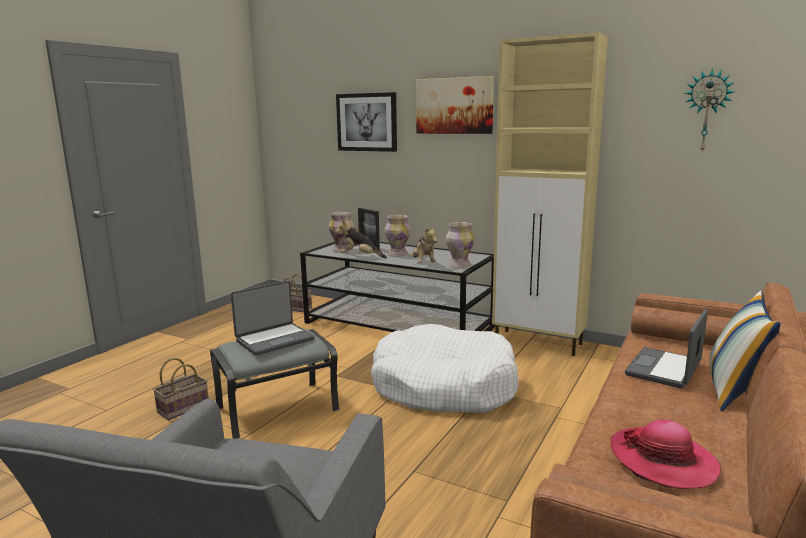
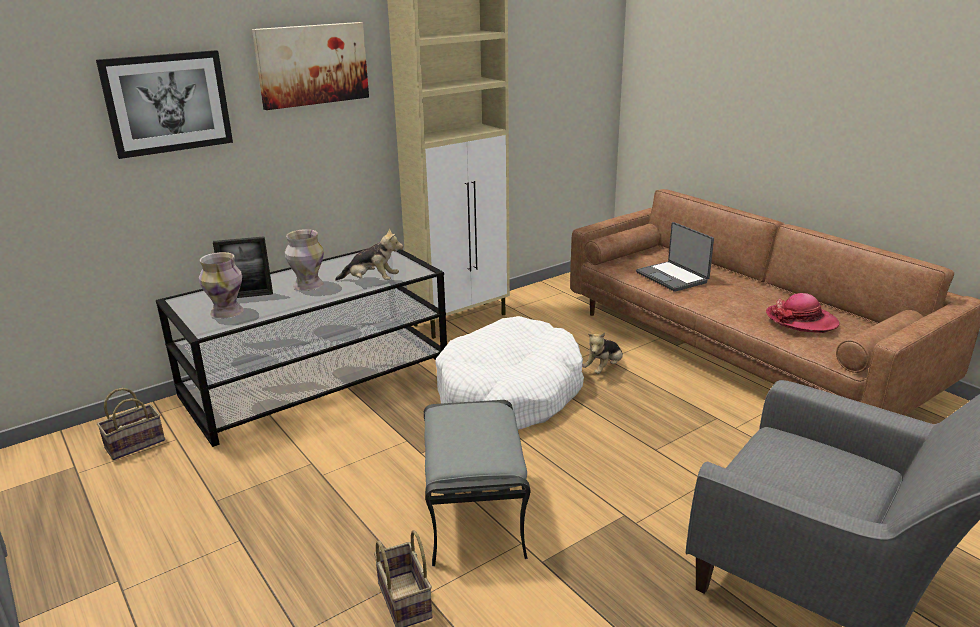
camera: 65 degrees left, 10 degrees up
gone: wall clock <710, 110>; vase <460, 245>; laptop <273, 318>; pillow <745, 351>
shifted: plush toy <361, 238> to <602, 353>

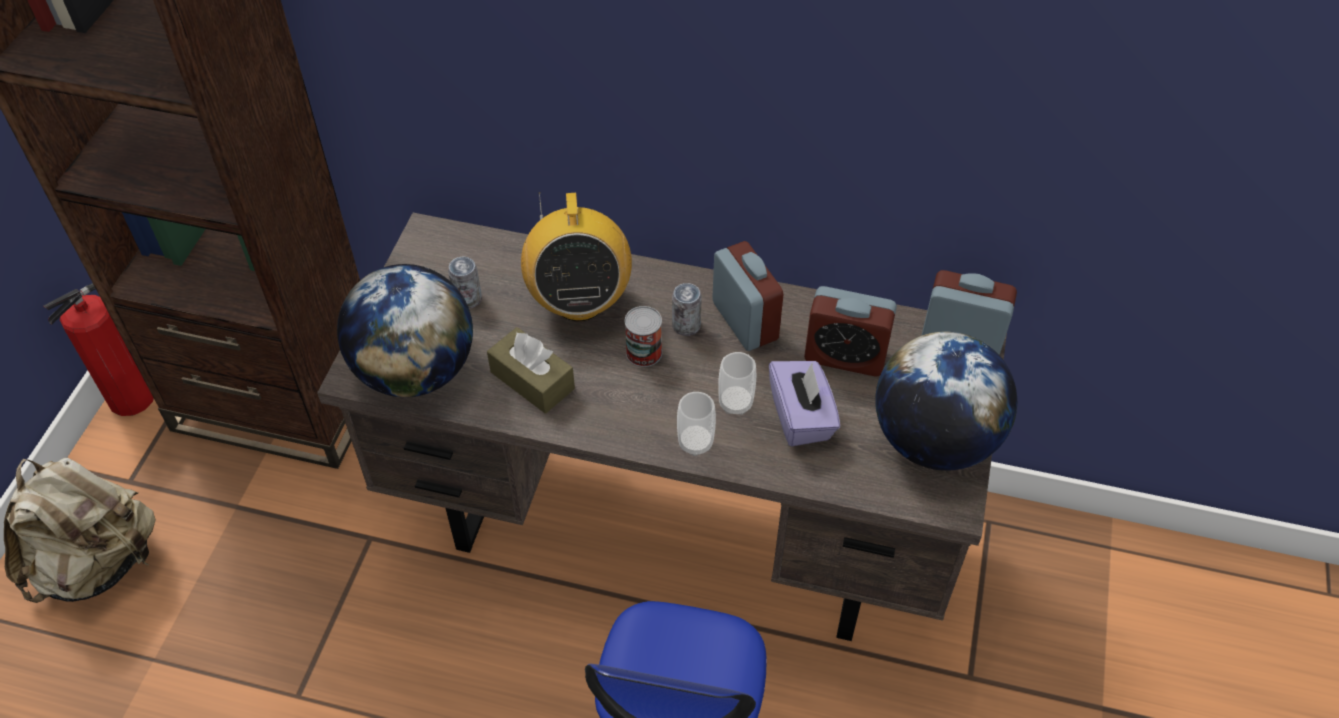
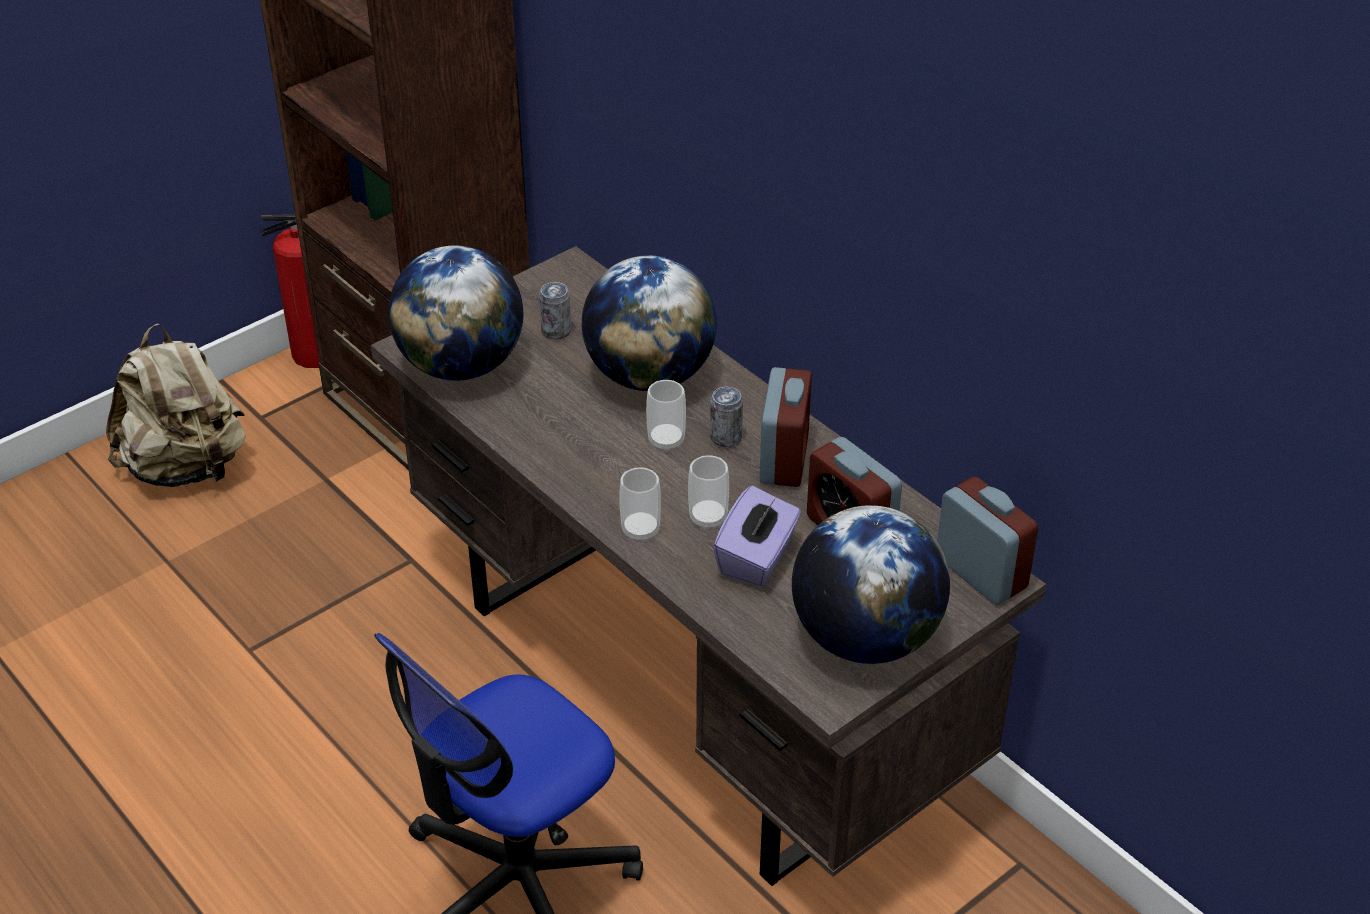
camera: 35 degrees right, 10 degrees down
gone: brown tissue box <531, 370>
swapped: radio <576, 257> to globe <649, 323>; can <643, 336> to cup <666, 416>

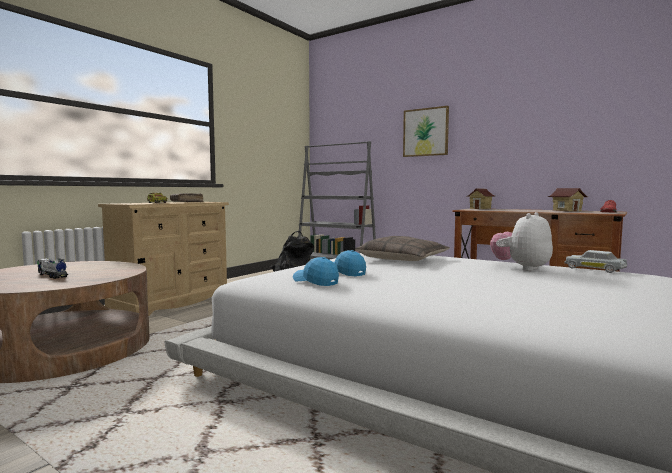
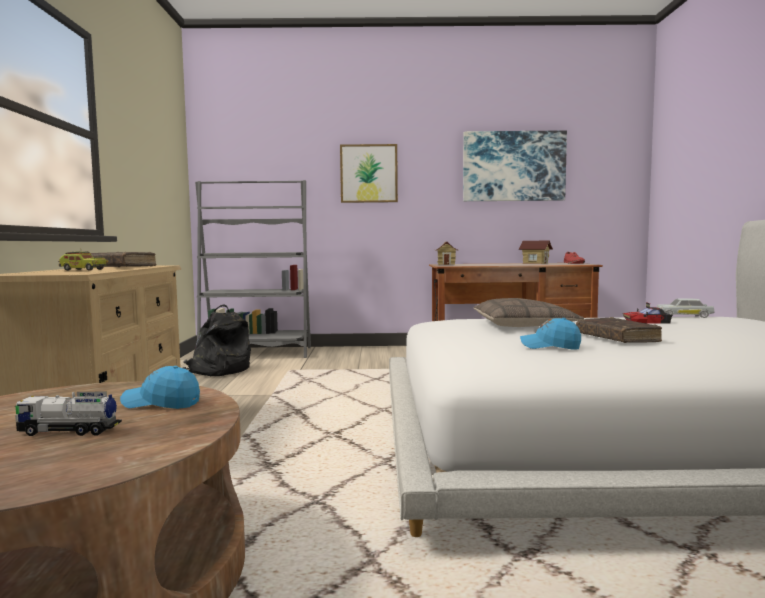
camera: 35 degrees left, 0 degrees up
new: picture <515, 165>; brown book <619, 330>
shifted: blue cap <316, 271> to <160, 387>
swapped: plush toy <521, 241> to toy car <647, 313>

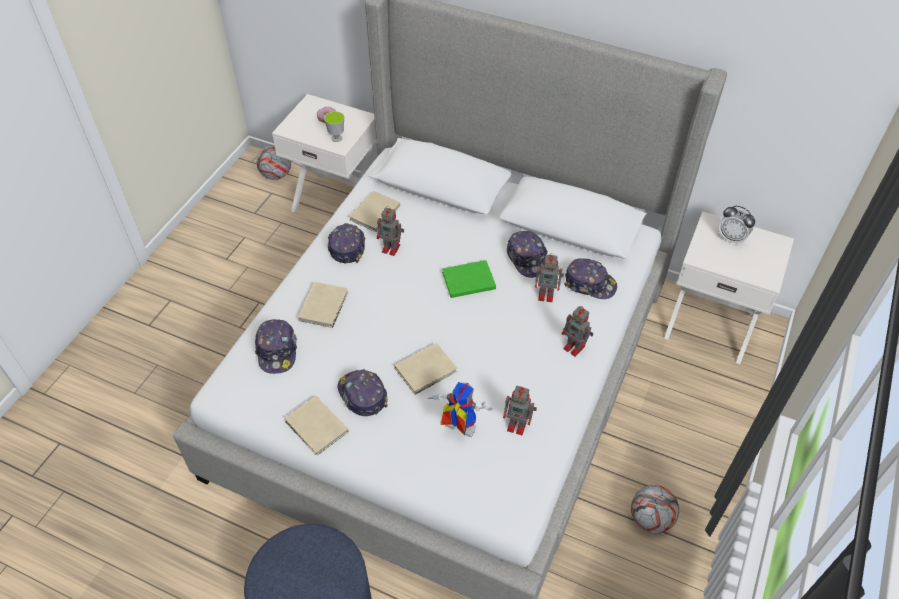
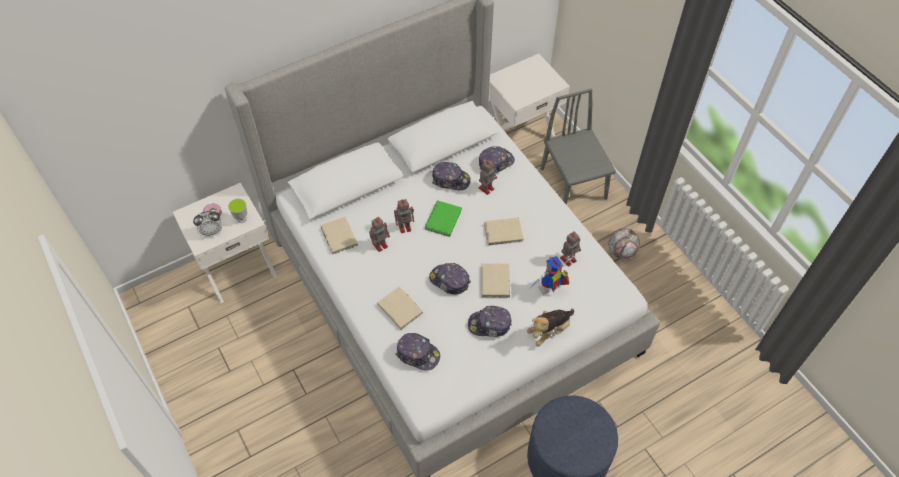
camera: 55 degrees left, 5 degrees up
gone: football <274, 162>
new: grey chair <578, 146>; plush toy <550, 328>
shifted: alarm clock <737, 225> to <207, 224>; cap <347, 243> to <450, 279>; toy robot <577, 331> to <404, 216>; beige book <316, 426> to <504, 231>

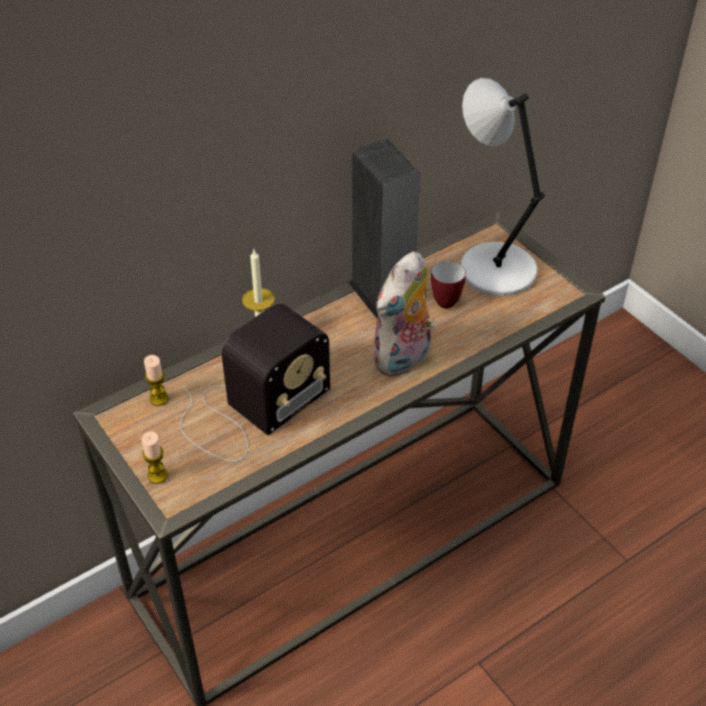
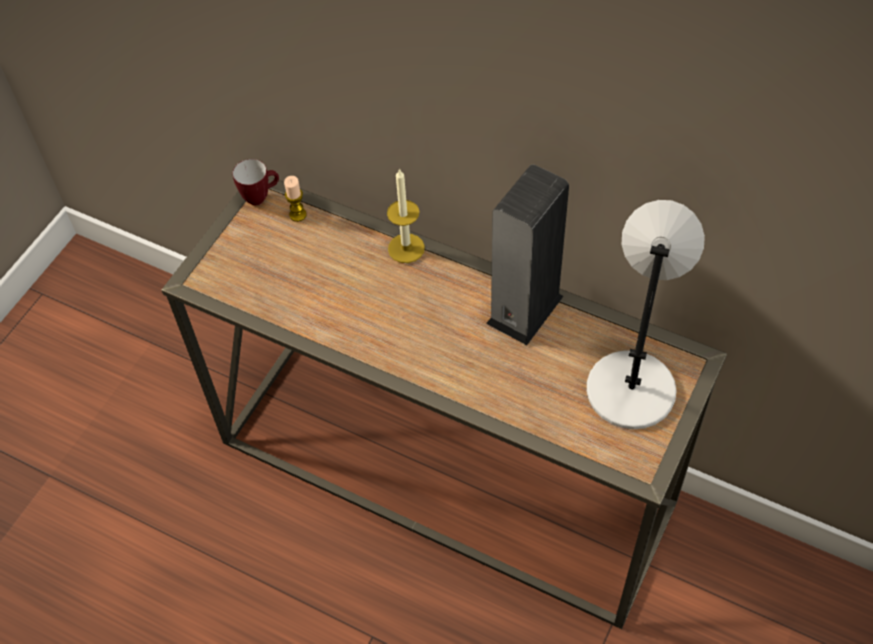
camera: 65 degrees right, 10 degrees up
gone: plush toy <403, 314>; radio <255, 382>; candle <154, 457>
shifted: mug <448, 285> to <256, 182>

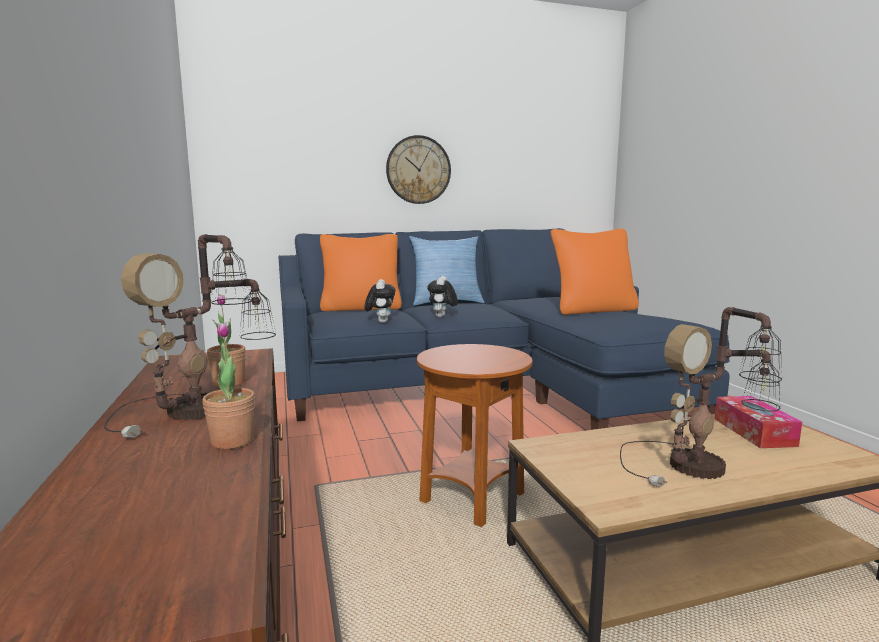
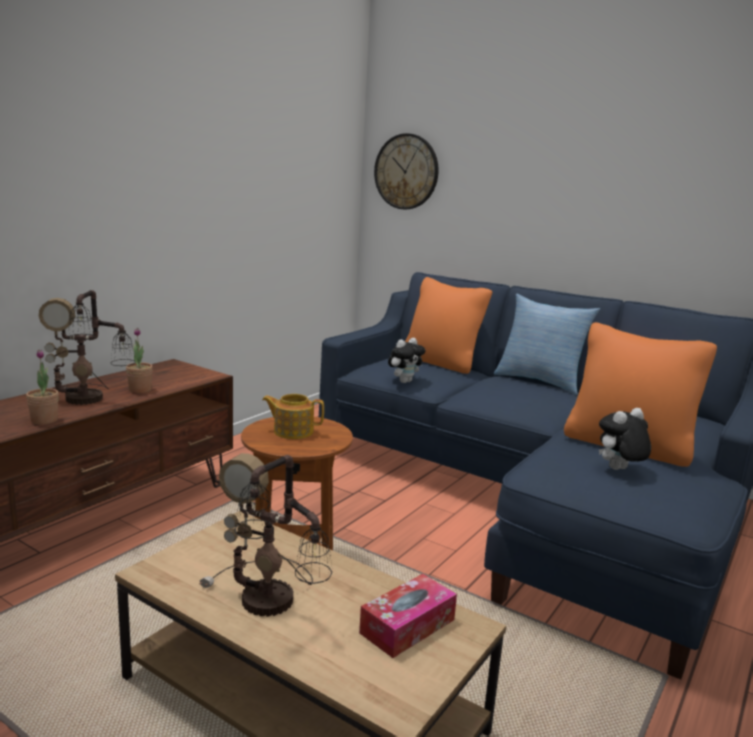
camera: 50 degrees right, 5 degrees up
new: teapot <293, 416>
shifted: wall clock <418, 169> to <406, 171>; plush toy <442, 296> to <625, 439>

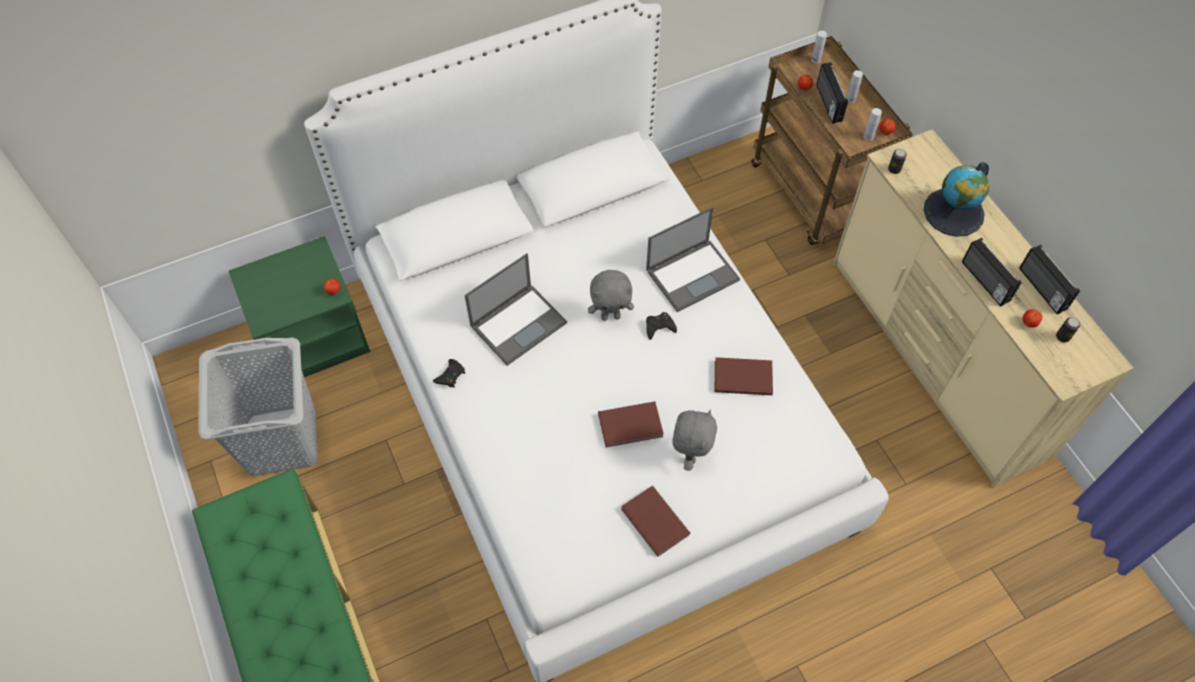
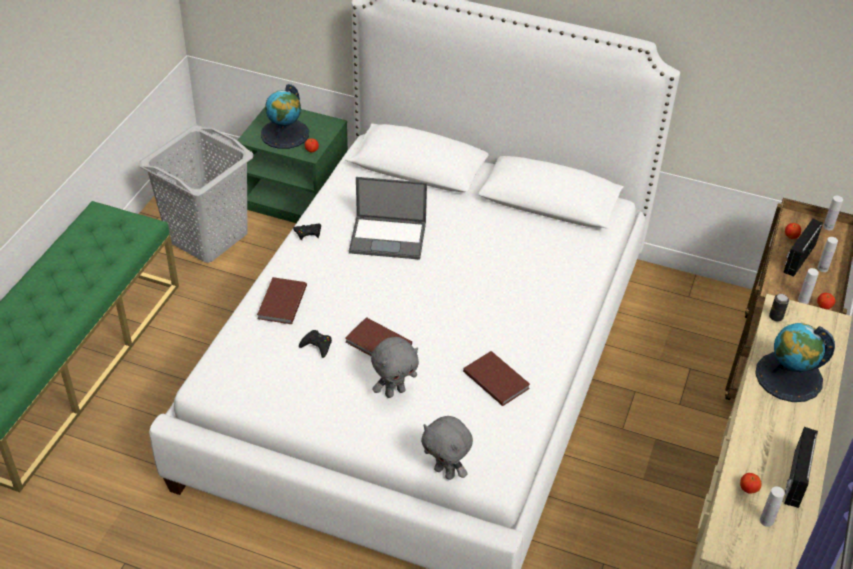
camera: 45 degrees right, 15 degrees down
gone: laptop <693, 259>; radio <992, 272>
new: globe <285, 116>
shifted: grey plush toy <611, 295> to <447, 448>; black game controller <661, 326> to <315, 344>; brown book <655, 521> to <282, 300>
swapped: can <1068, 330> to white bottle <772, 506>

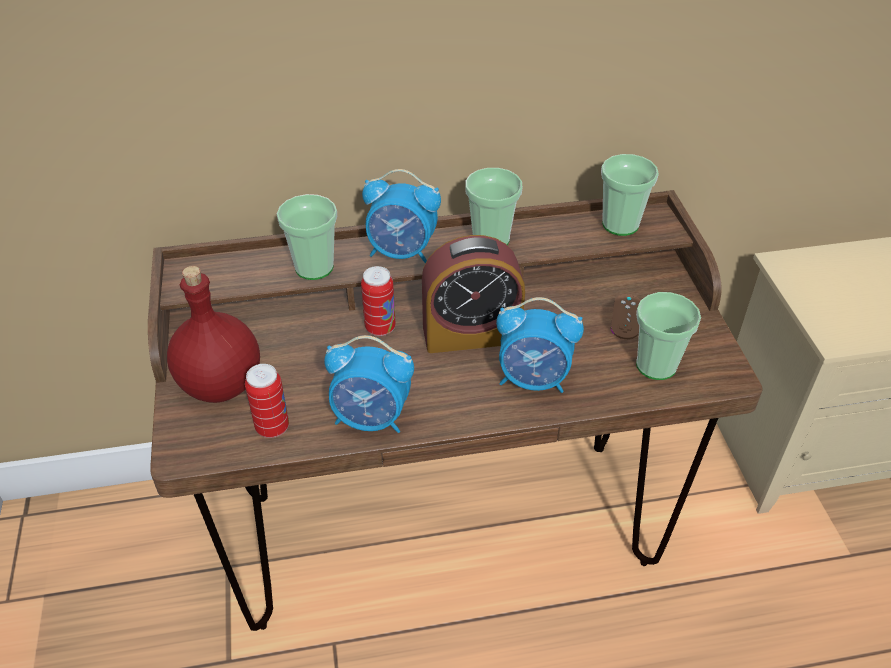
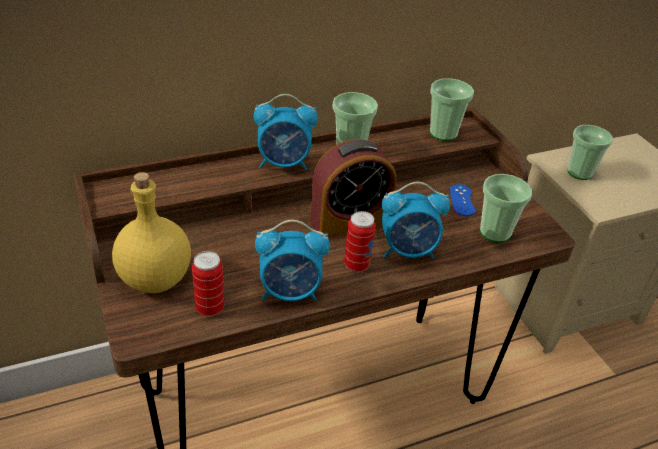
camera: 15 degrees left, 5 degrees down
shifted: cup <307, 237> to <590, 152>; can <378, 301> to <360, 241>
repainted: red bottle <213, 334> to yellow bottle <151, 232>; brown game controller <626, 316> to blue game controller <463, 200>

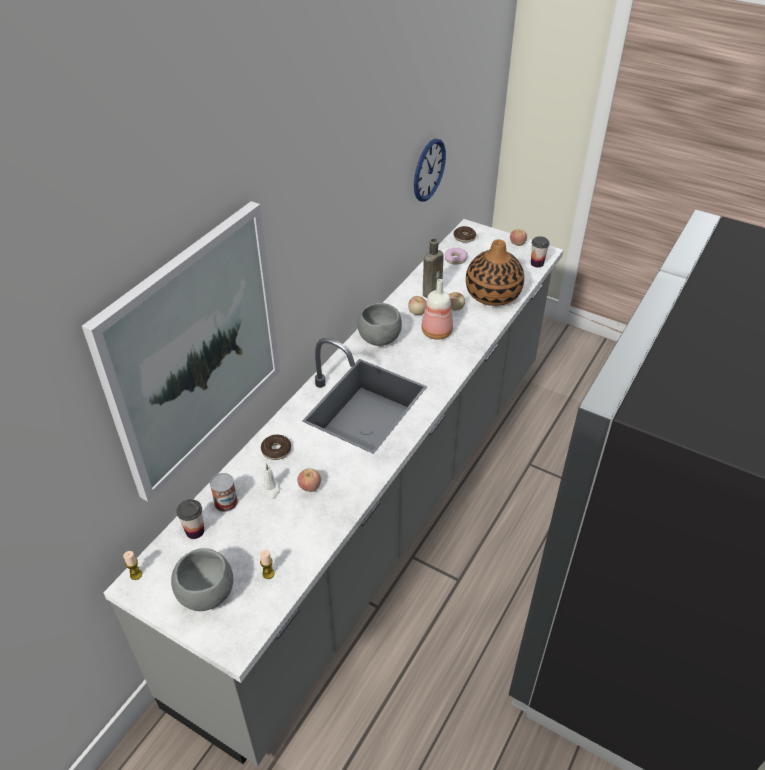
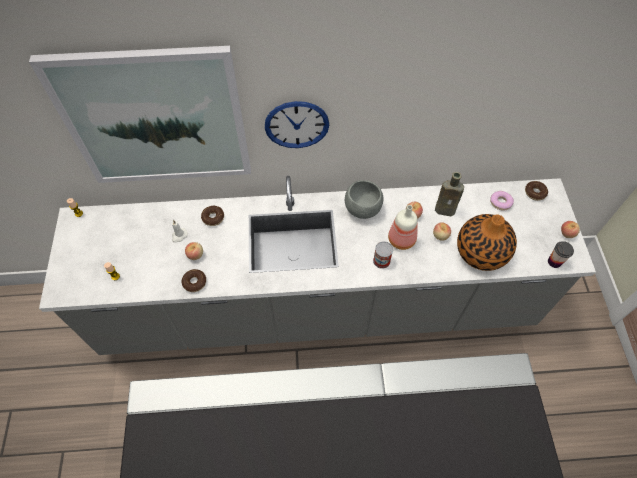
camera: 55 degrees right, 15 degrees up
gone: cup <190, 519>; grey bowl <202, 579>
new: donut <193, 280>
shifted: wall clock <430, 170> to <297, 124>; can <224, 492> to <383, 255>

